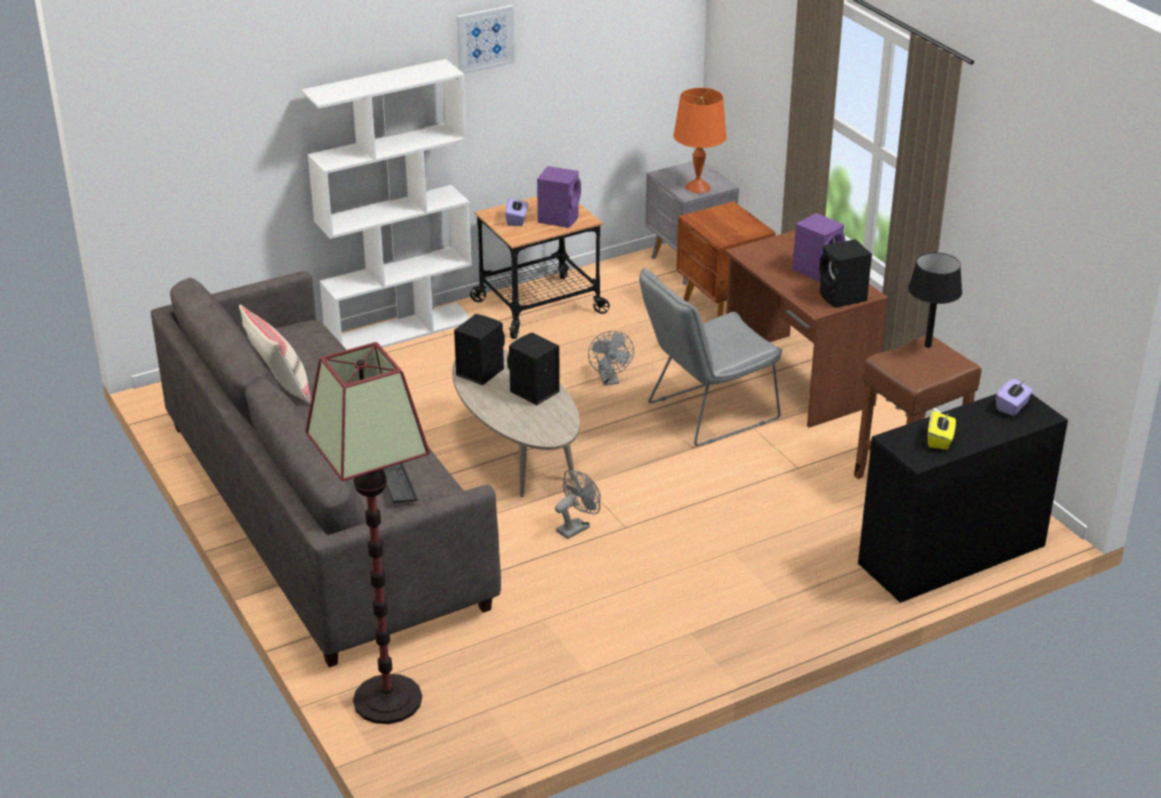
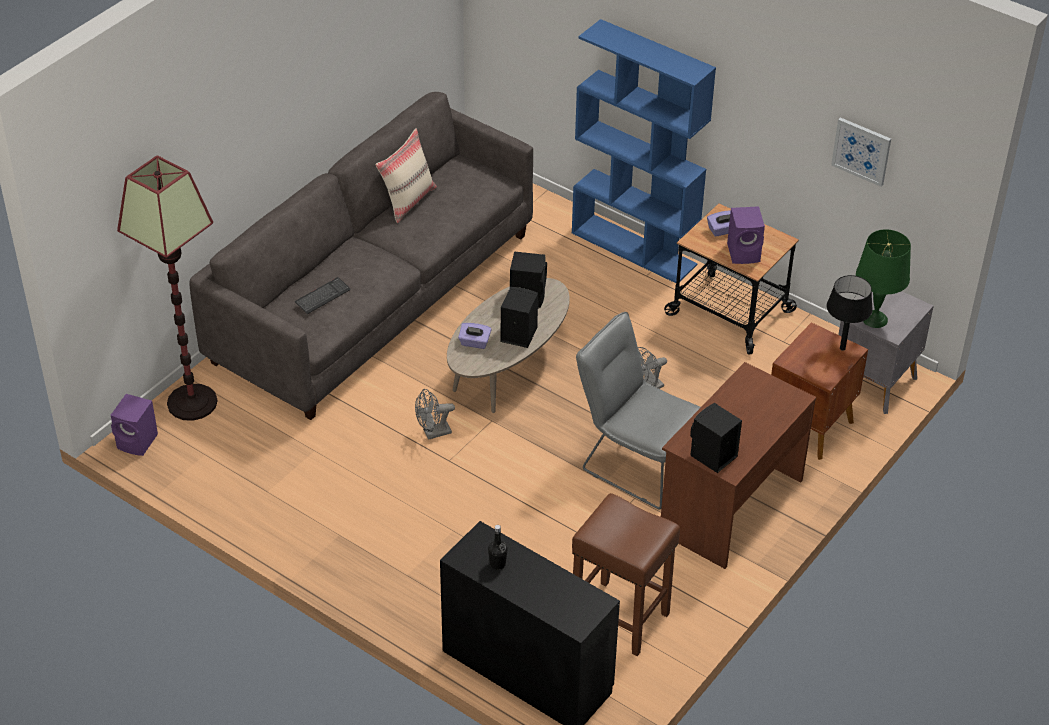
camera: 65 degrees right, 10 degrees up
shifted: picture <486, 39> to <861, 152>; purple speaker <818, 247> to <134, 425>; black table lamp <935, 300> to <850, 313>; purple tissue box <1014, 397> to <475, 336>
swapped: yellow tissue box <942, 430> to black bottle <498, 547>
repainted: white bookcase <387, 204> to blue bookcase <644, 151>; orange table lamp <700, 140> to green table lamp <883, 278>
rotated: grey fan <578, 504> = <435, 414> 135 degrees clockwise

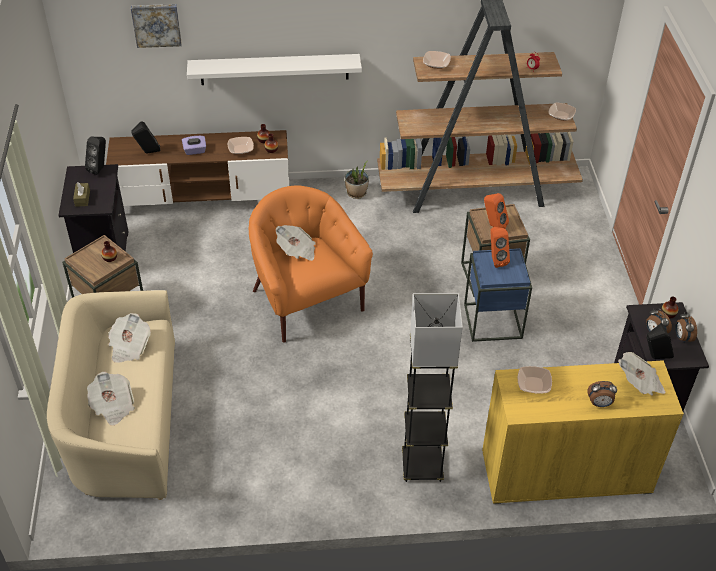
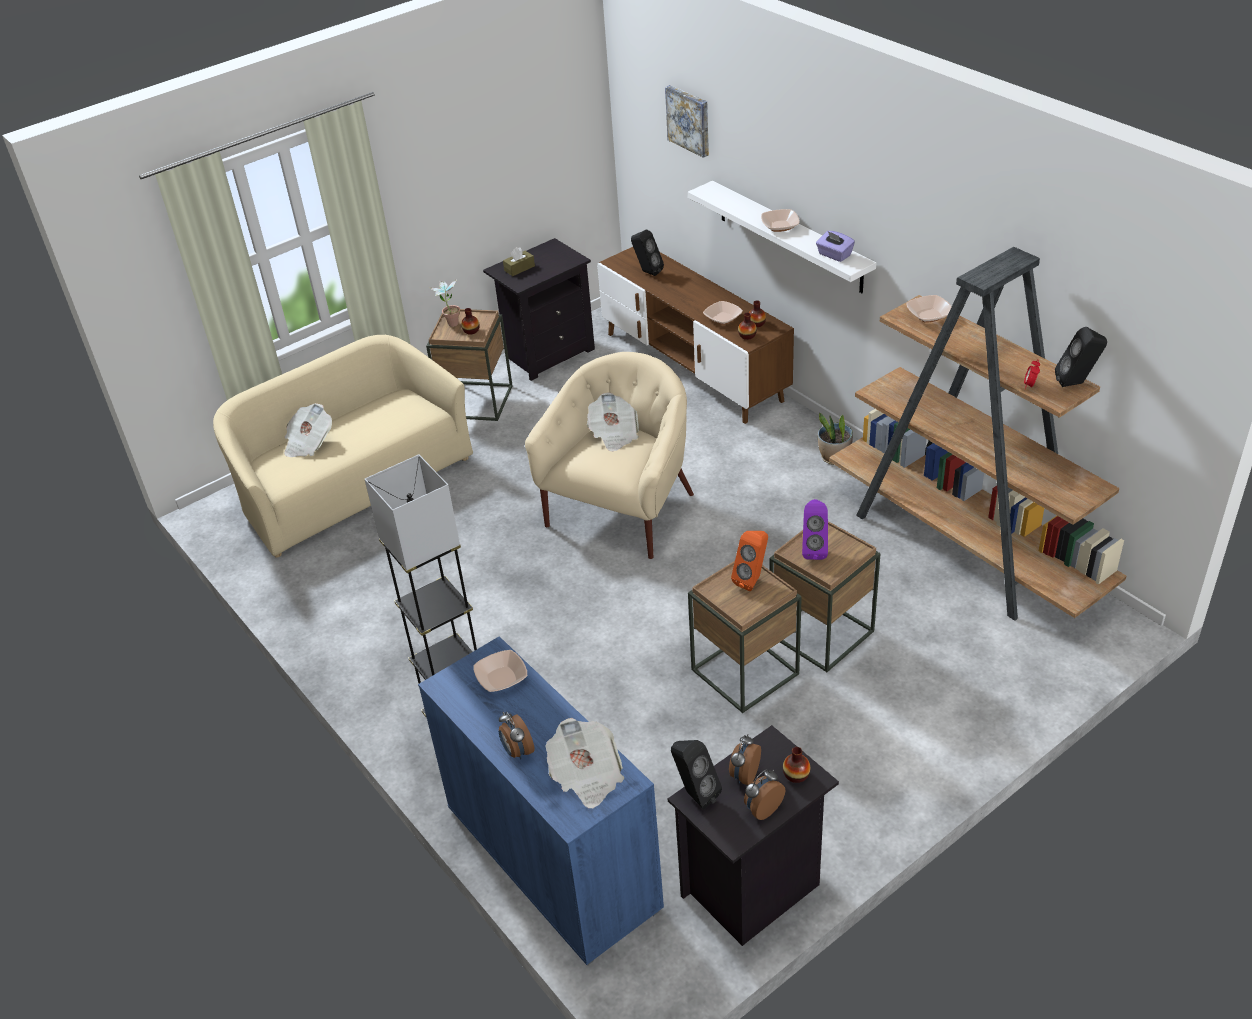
camera: 60 degrees right, 5 degrees down
gone: newspaper <129, 338>
new: potted plant <445, 303>
shifted: bowl <562, 112> to <780, 220>; purple tissue box <194, 145> to <835, 246>; black speaker <95, 156> to <1081, 357>
repainted: orange armchair <310, 264> to beige armchair <609, 455>; orange speaker <496, 211> to purple speaker <815, 529>; blue side table <498, 295> to brown side table <745, 637>; yellow cabinet <583, 432> to blue cabinet <541, 801>

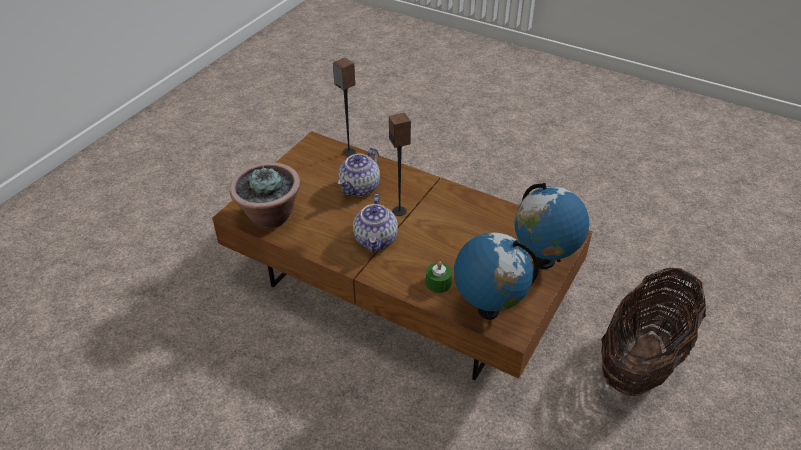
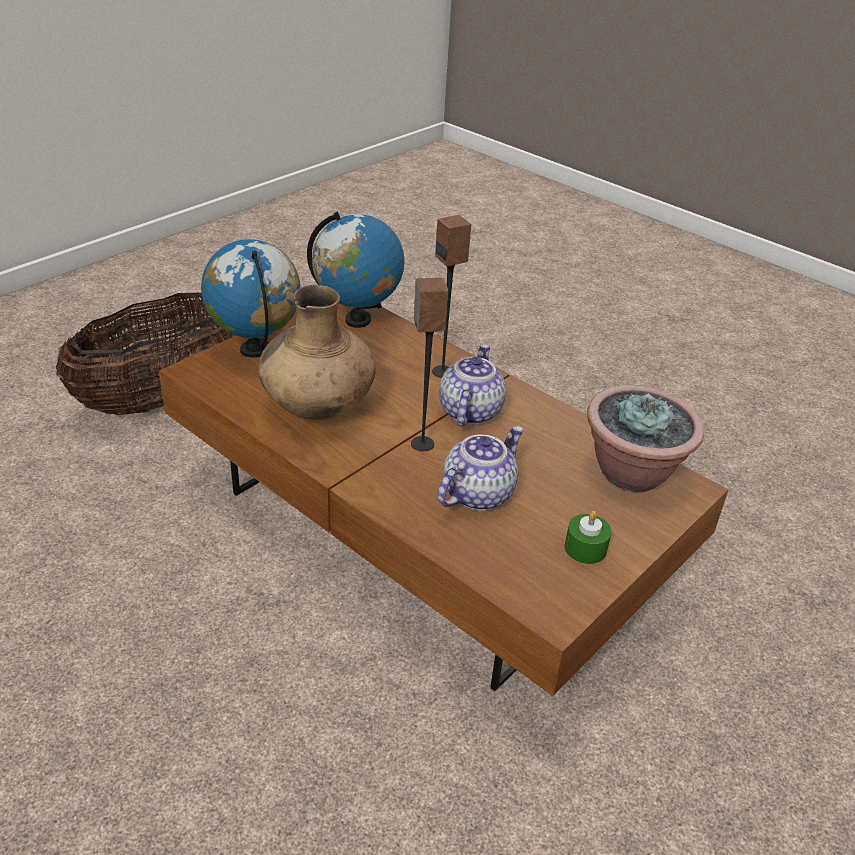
camera: 170 degrees left, 5 degrees down
new: brown vase <317, 352>
shifted: speaker <344, 106> to <452, 296>; green candle <439, 277> to <588, 537>

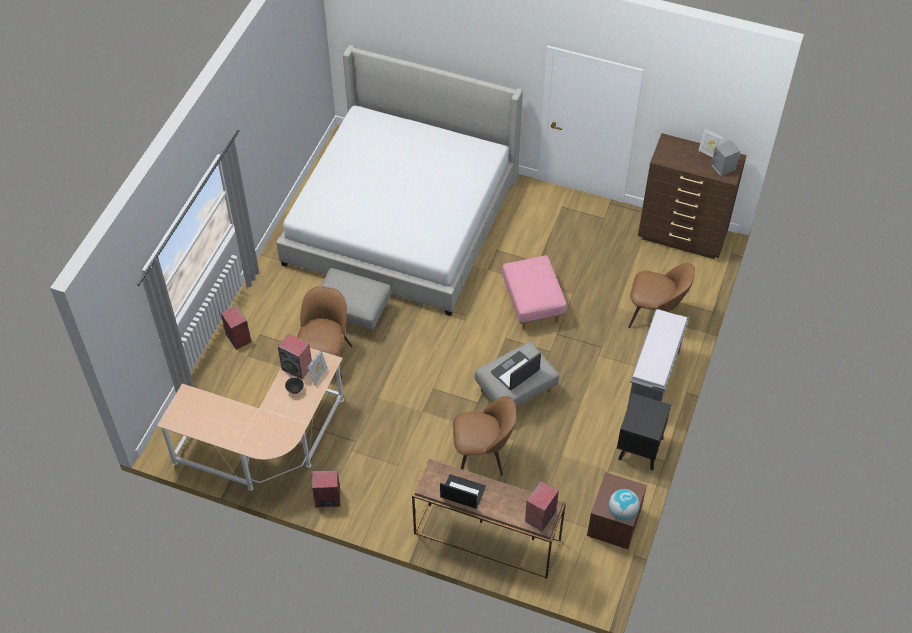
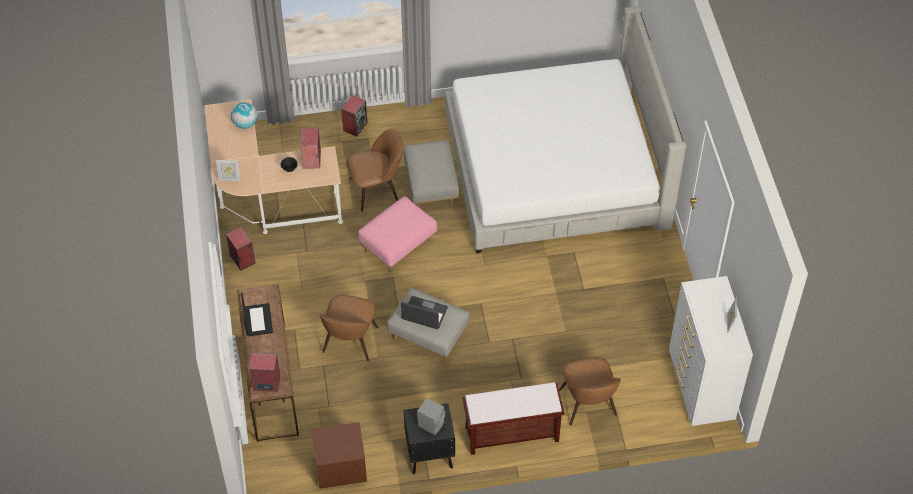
camera: 60 degrees right, 0 degrees up
shifted: grey speaker <725, 158> to <431, 416>; pink ottoman <534, 292> to <397, 234>; picture frame <318, 368> to <228, 170>; globe <624, 504> to <244, 115>
repainted: brown dresser <692, 196> to white dresser <711, 351>; grey bench <658, 358> to brown bench <513, 418>
rotated: brown chair <485, 435> = <349, 328> 45 degrees clockwise

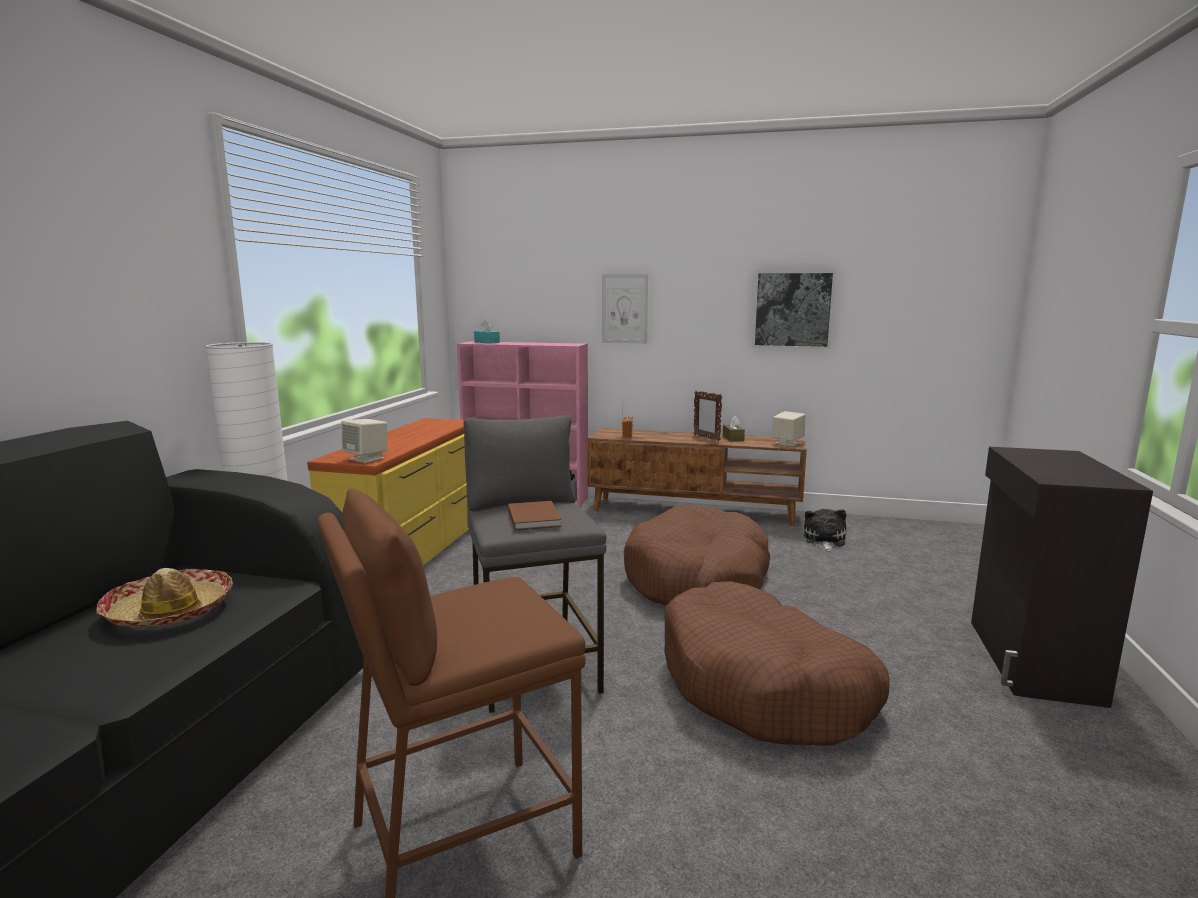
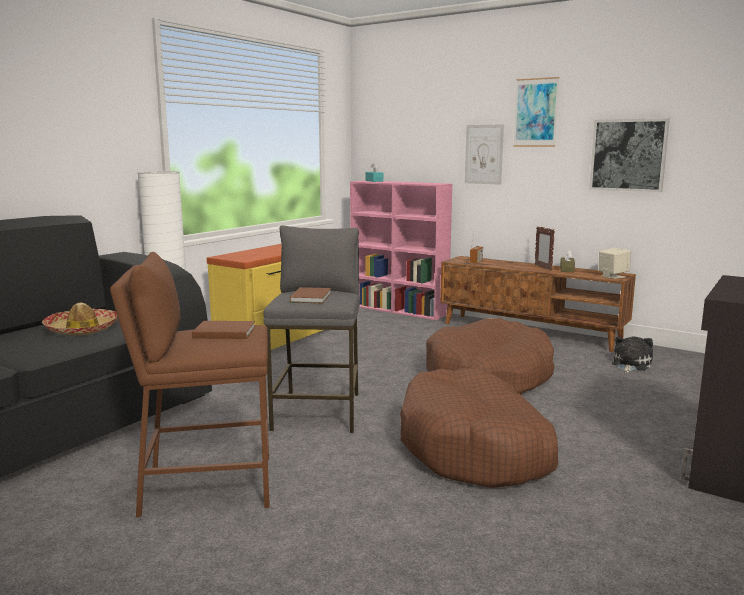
camera: 20 degrees right, 0 degrees up
gone: beige speaker <364, 441>
new: picture <536, 112>; brown book <223, 330>

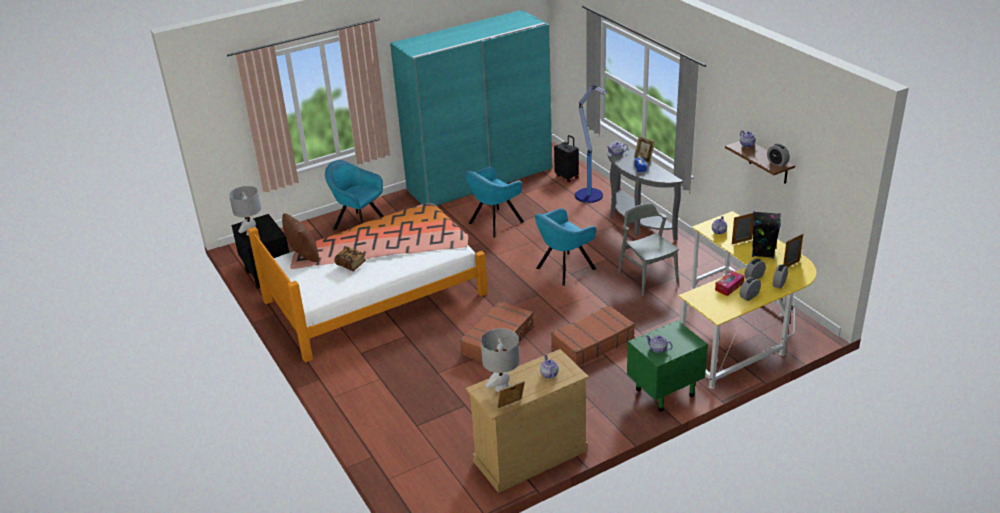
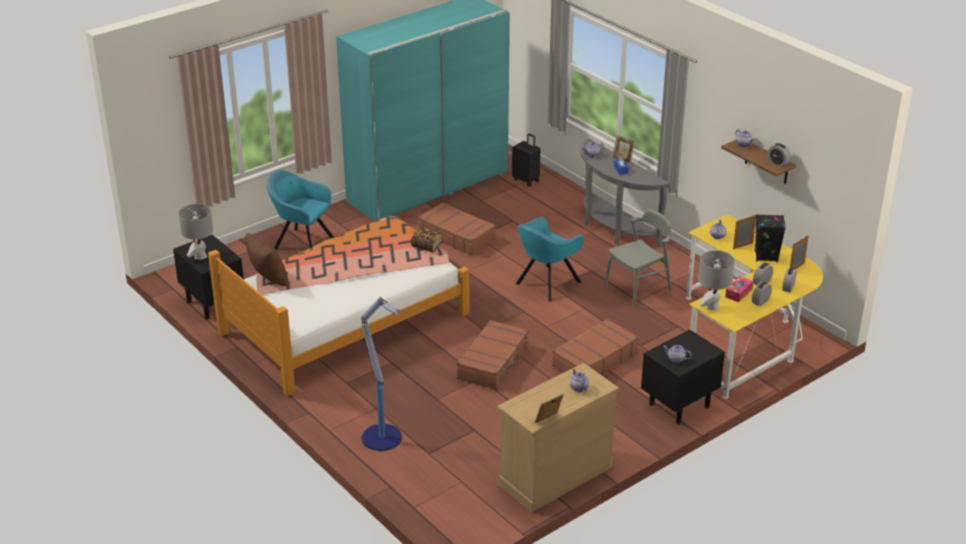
camera: 10 degrees left, 0 degrees up
shifted: floor lamp <591, 143> to <381, 374>; book <350, 259> to <427, 240>; grey table lamp <500, 360> to <716, 280>
swapped: turquoise armchair <494, 202> to brown suitcase <457, 229>
repainted: green nightstand <667, 366> to black nightstand <683, 377>
rotated: grey chair <648, 249> = <638, 258> 90 degrees clockwise

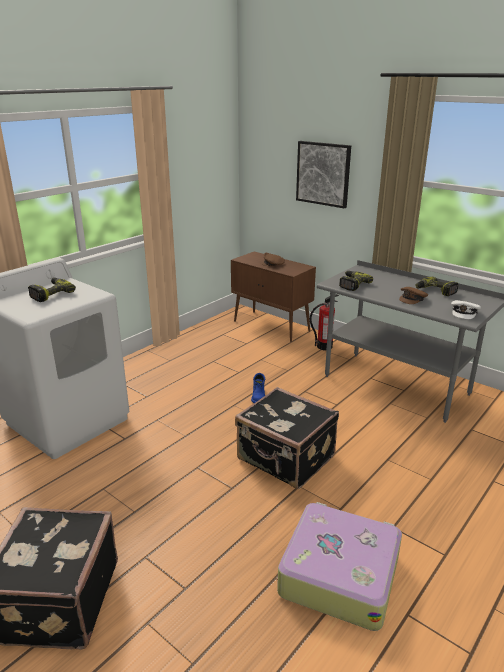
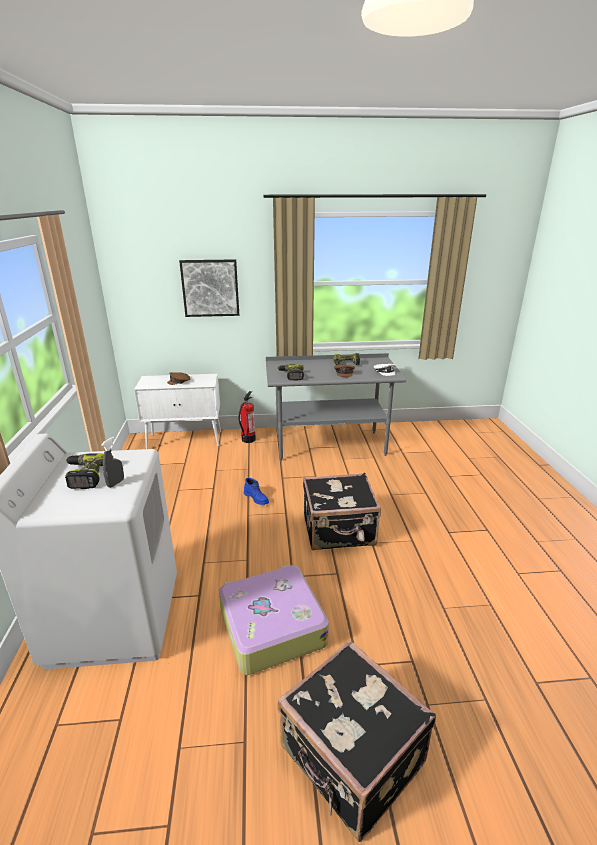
camera: 45 degrees left, 0 degrees up
new: grey spray bottle <112, 462>
shifted: suitcase <339, 566> to <274, 619>
repainted: brown cabinet <273, 297> to white cabinet <177, 411>

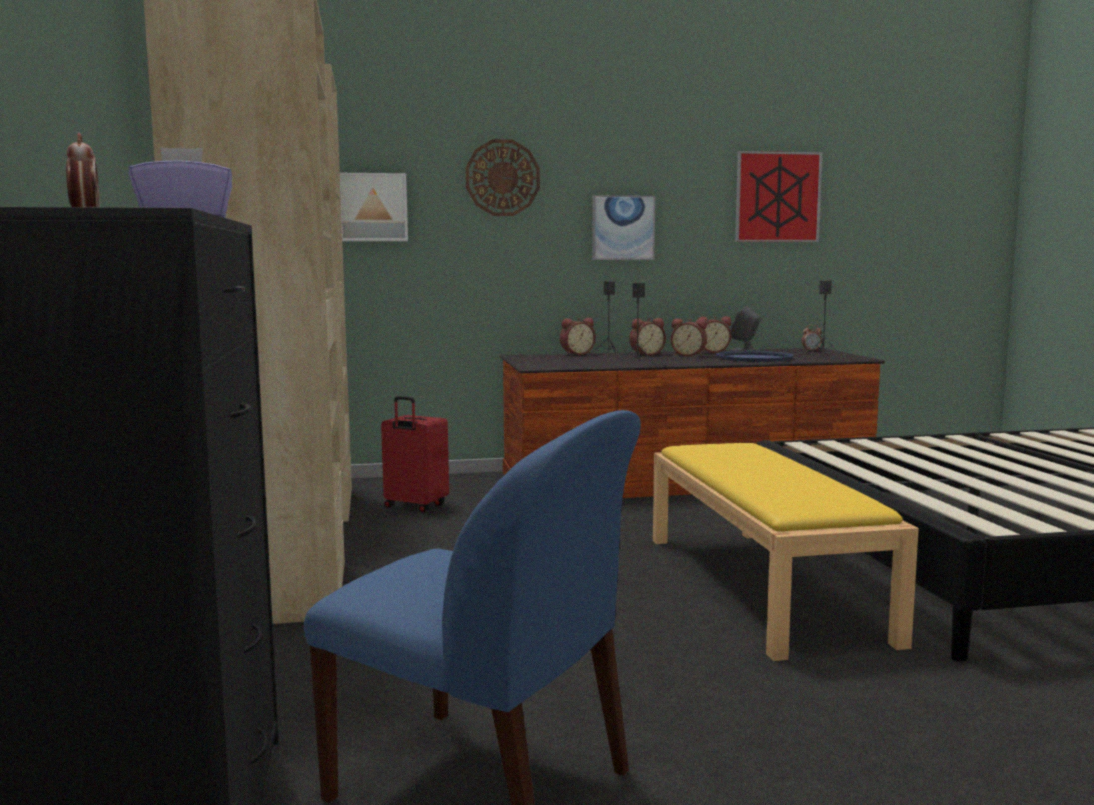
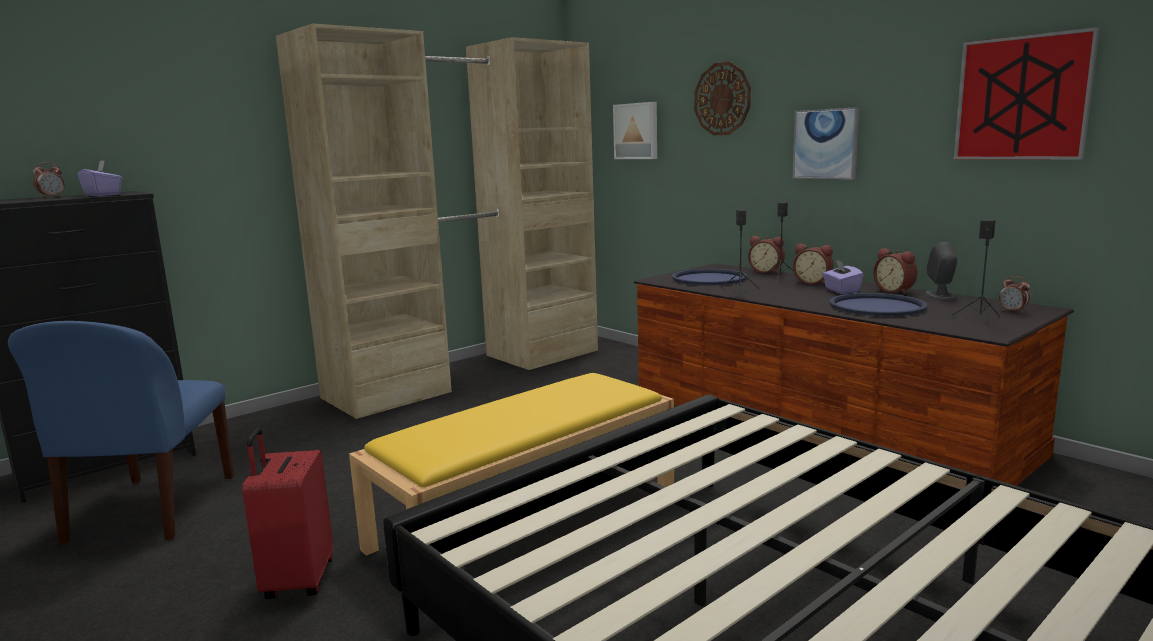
camera: 60 degrees right, 5 degrees up
new: blue tray <709, 277>
shifted: red suitcase <415, 454> to <287, 513>
swapped: alarm clock <689, 337> to purple tissue box <843, 277>

